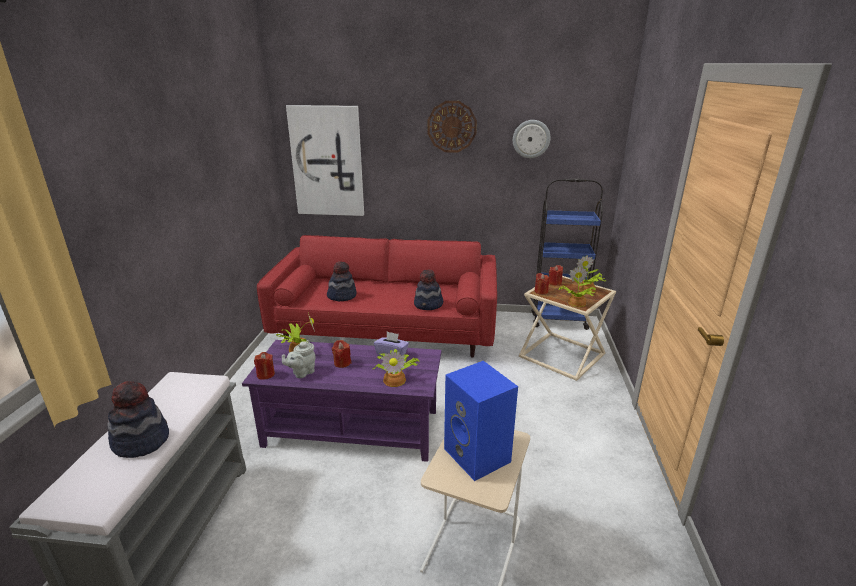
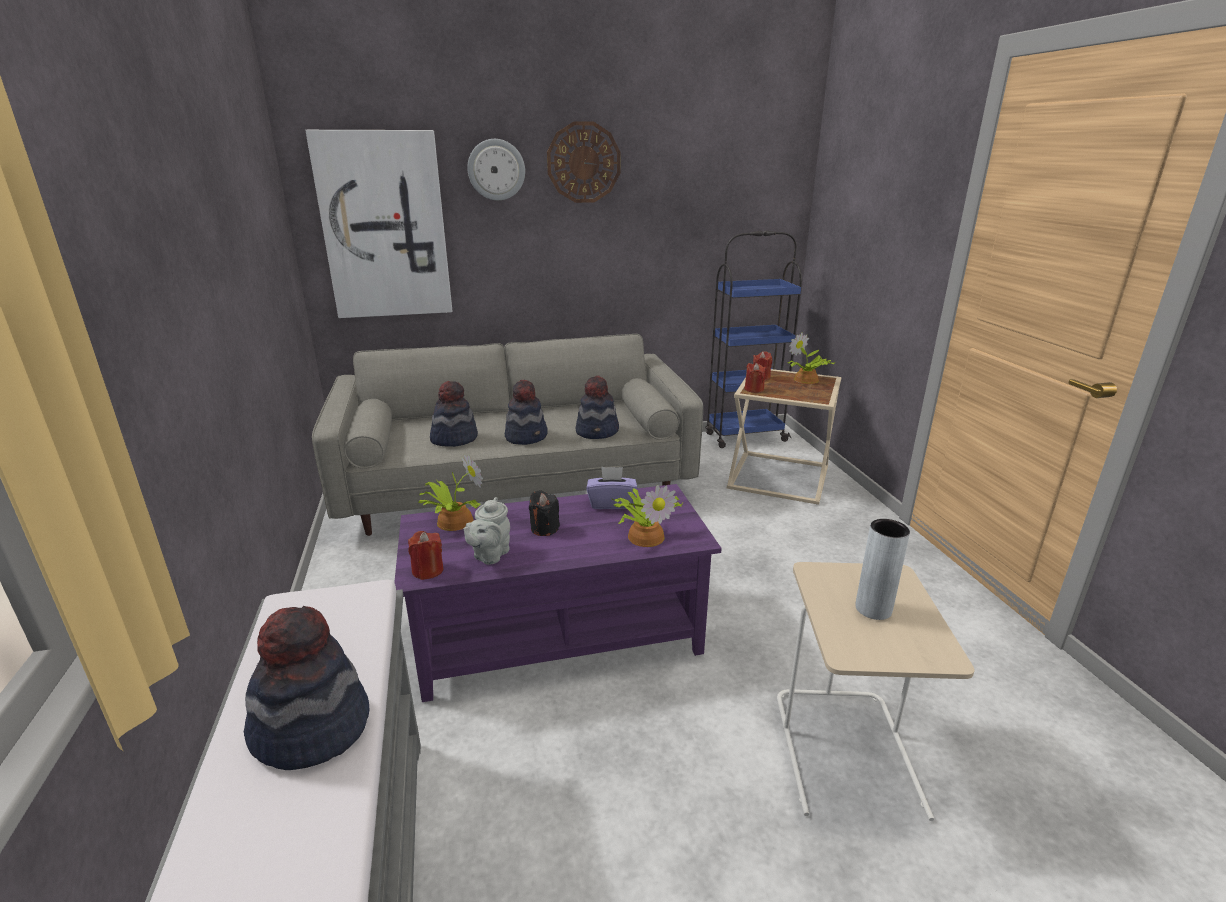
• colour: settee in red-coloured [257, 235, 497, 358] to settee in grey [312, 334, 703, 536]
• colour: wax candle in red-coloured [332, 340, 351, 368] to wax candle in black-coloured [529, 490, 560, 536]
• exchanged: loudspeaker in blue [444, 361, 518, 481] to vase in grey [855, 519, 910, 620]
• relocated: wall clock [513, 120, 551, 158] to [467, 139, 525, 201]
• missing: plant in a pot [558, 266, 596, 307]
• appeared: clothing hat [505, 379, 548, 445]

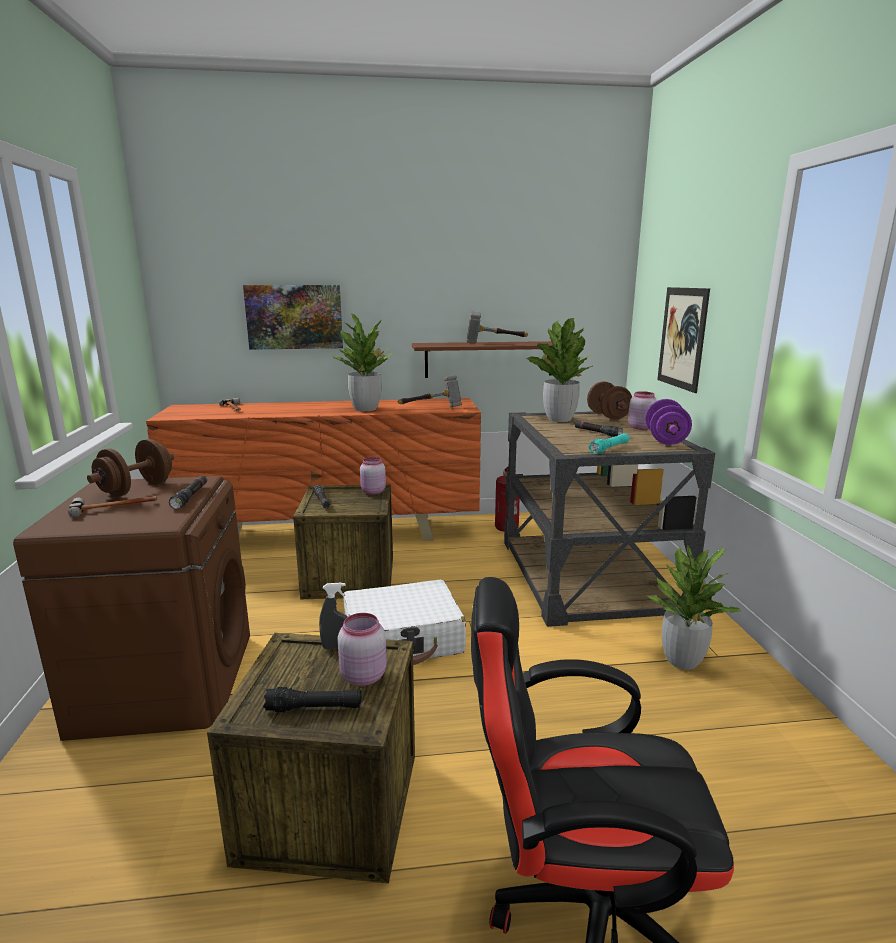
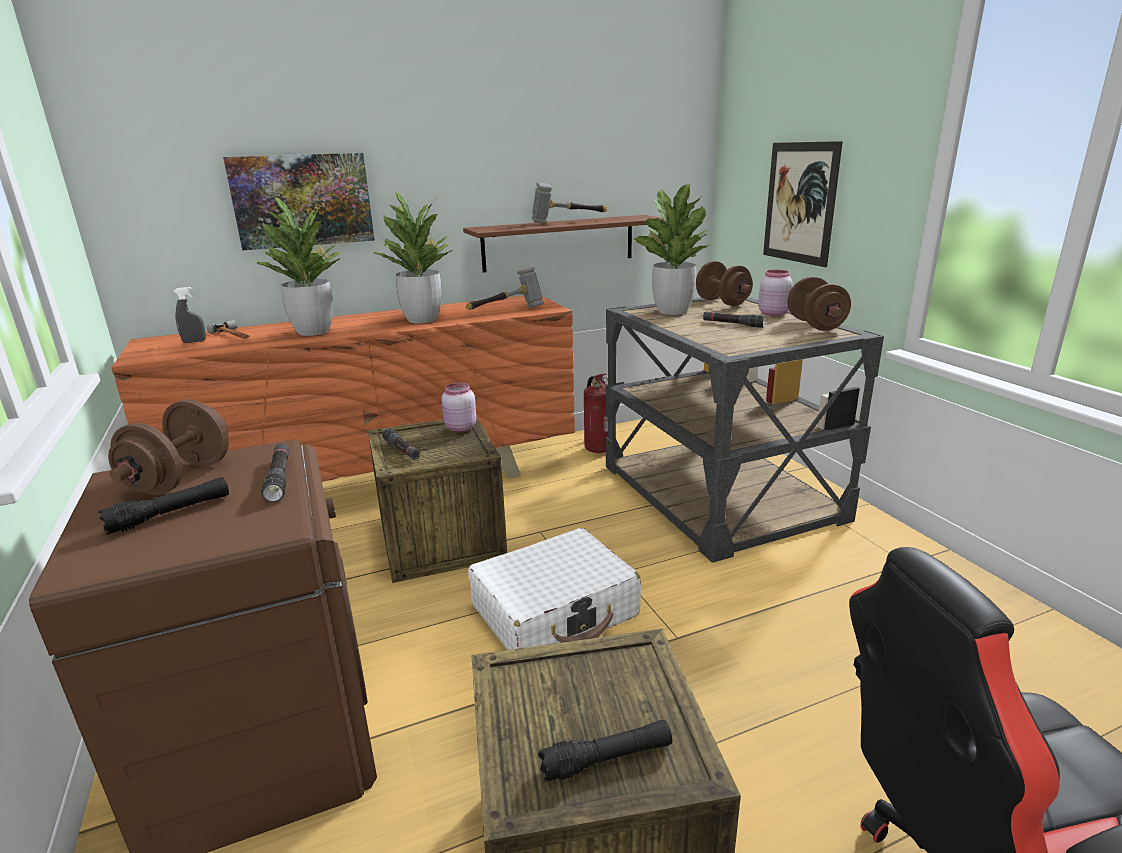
• exchanged: tool hammer [68, 496, 157, 518] to hand torch in black-coloured [98, 477, 229, 535]
• relocated: hand sprayer in grey [319, 582, 348, 649] to [173, 287, 206, 343]
• missing: storage jar in pinkish [338, 613, 387, 686]
• missing: hand torch in blue-green [588, 433, 629, 453]
• colour: dumbbell in purple [645, 399, 692, 445] to dumbbell in brownish [788, 277, 851, 331]
• relocated: plant in a pot [646, 546, 741, 670] to [254, 198, 340, 336]

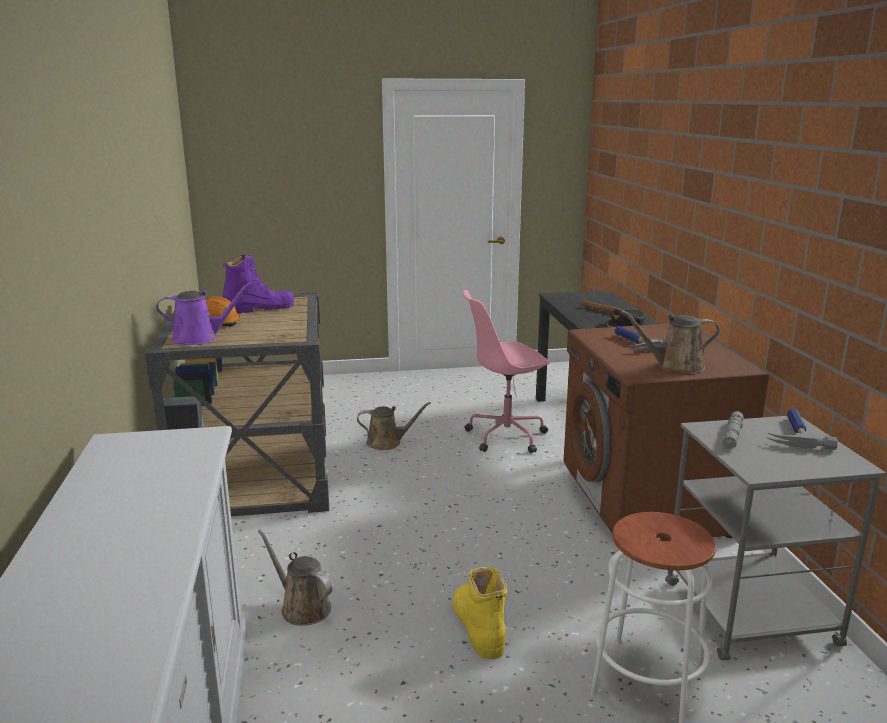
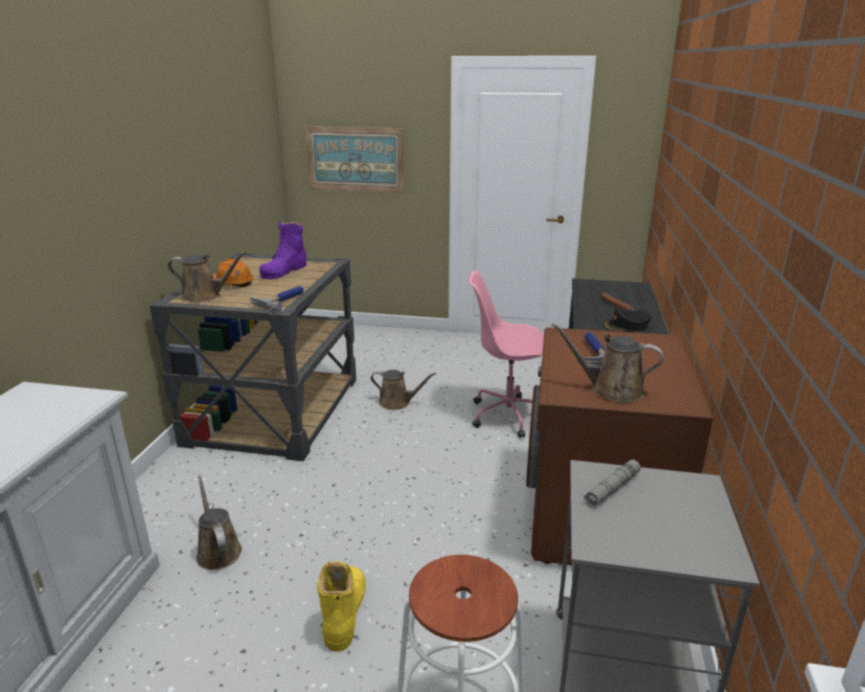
• colour: watering can in purple [156, 282, 252, 345] to watering can in brownish [168, 252, 246, 302]
• spun: high-top boot in purple [222, 255, 294, 314] = [259, 221, 307, 279] 120 degrees clockwise
• relocated: tool hammer [767, 409, 838, 450] to [250, 286, 304, 312]
• appeared: picture [305, 126, 405, 193]

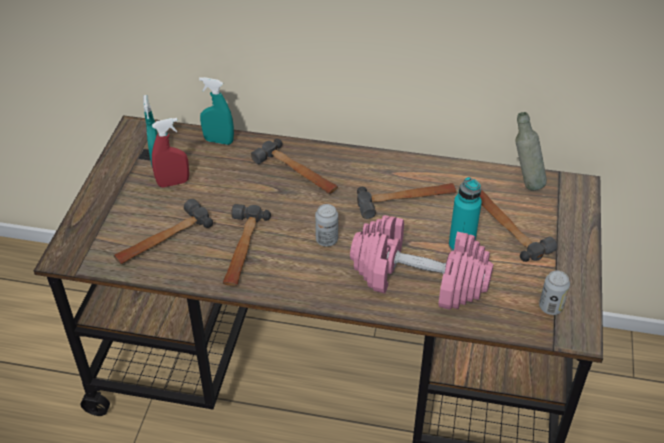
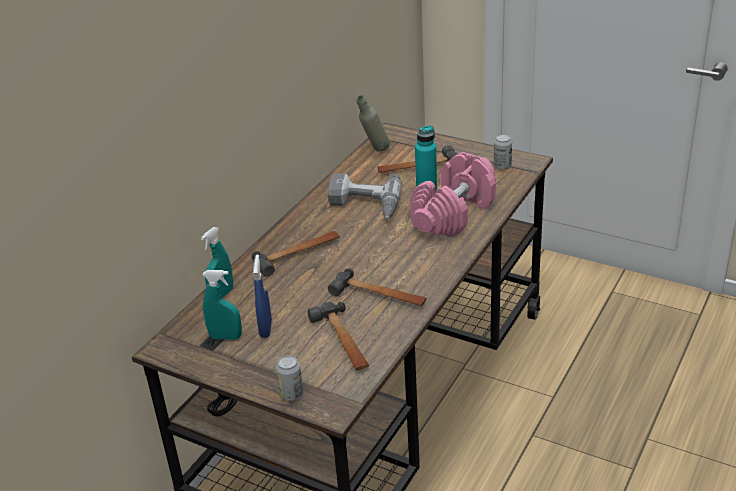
• colour: hand sprayer in red-coloured [152, 118, 189, 188] to hand sprayer in blue [253, 255, 272, 338]
• relocated: sealed can [315, 204, 338, 246] to [276, 355, 303, 401]
• exchanged: tool hammer [357, 183, 456, 219] to drill [328, 174, 402, 219]

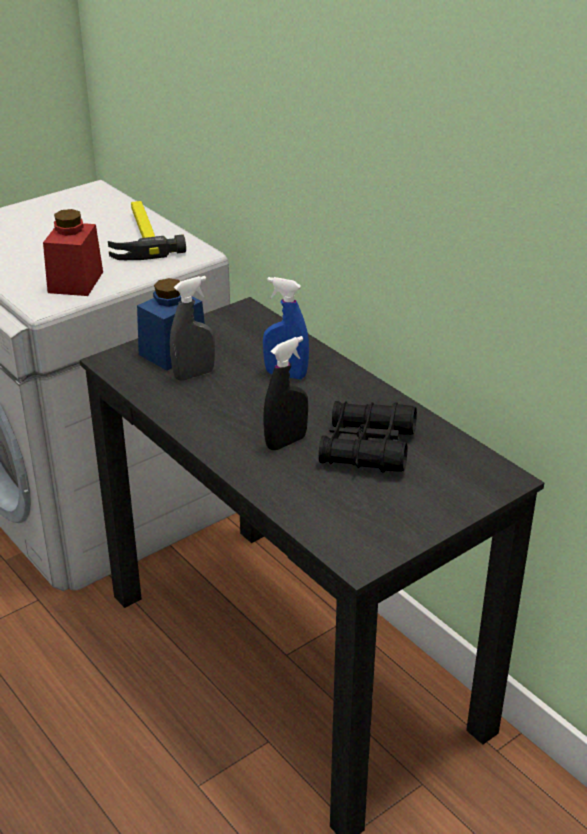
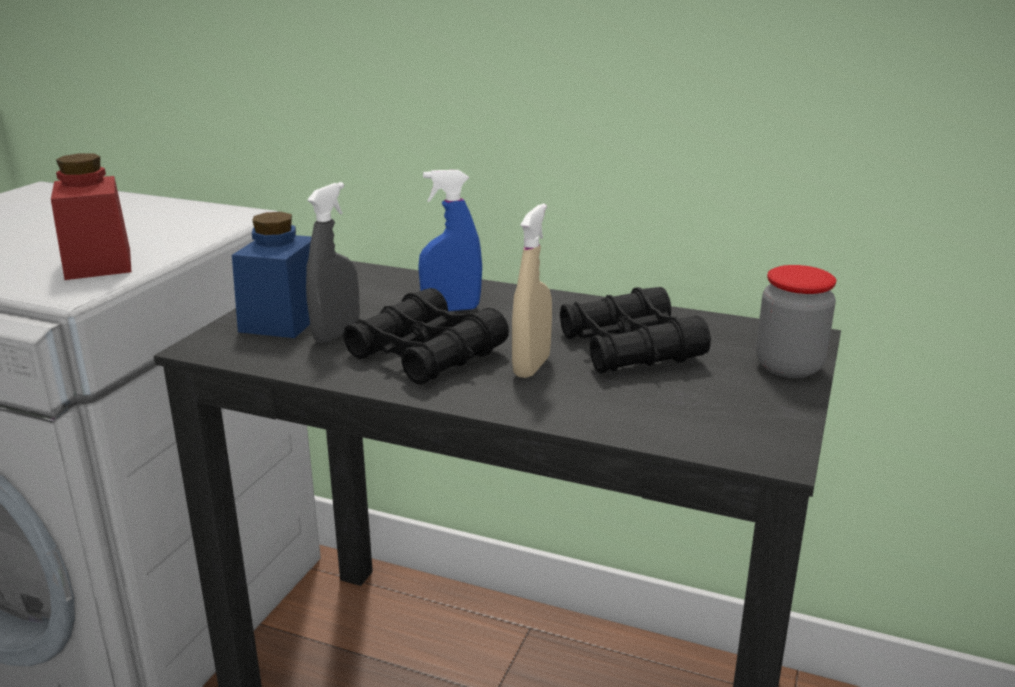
• missing: tool hammer [108, 201, 186, 260]
• colour: hand sprayer in black-coloured [263, 336, 308, 450] to hand sprayer in beige-coloured [512, 204, 552, 378]
• appeared: binoculars in black-coloured [343, 288, 509, 384]
• appeared: storage jar [756, 265, 836, 378]

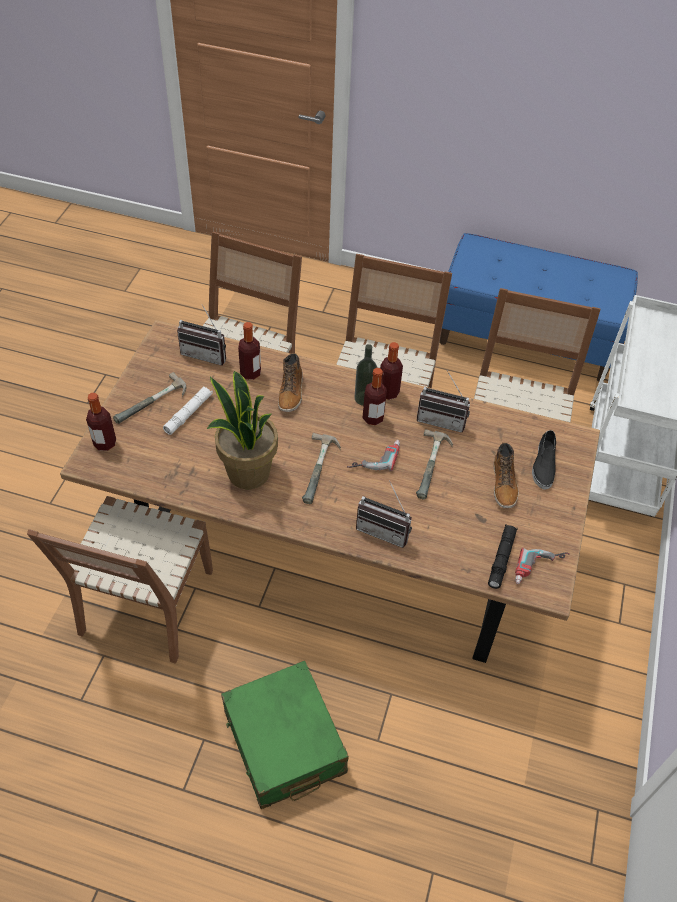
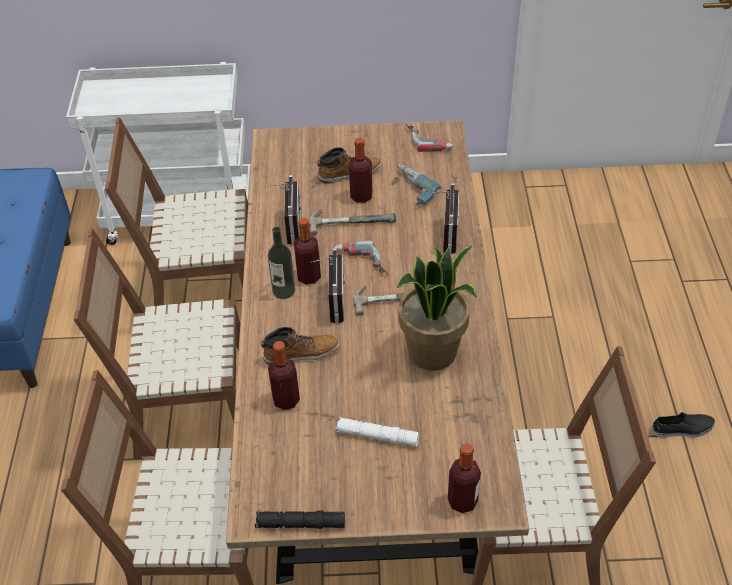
• missing: tool hammer [113, 372, 186, 424]
• relocated: radio [177, 304, 226, 365] to [311, 248, 345, 323]
• missing: suitcase in green [221, 661, 349, 809]
• relocated: beverage bottle [380, 342, 403, 400] to [349, 138, 373, 203]
• relocated: hand torch in black-coloured [488, 524, 517, 589] to [255, 511, 345, 529]
• relocated: shoe in black-coloured [532, 430, 556, 490] to [651, 412, 715, 437]
• appeared: drill [398, 164, 441, 205]

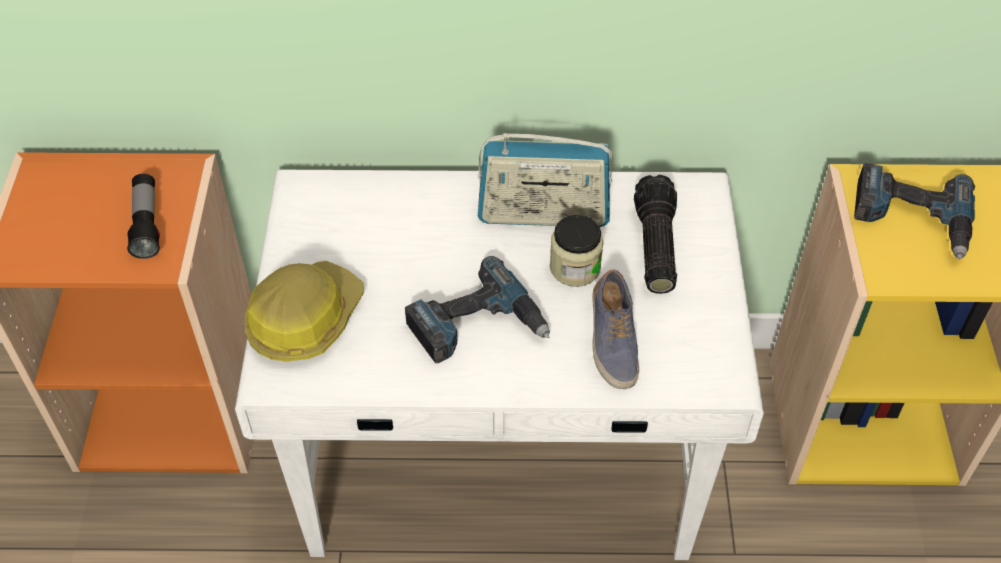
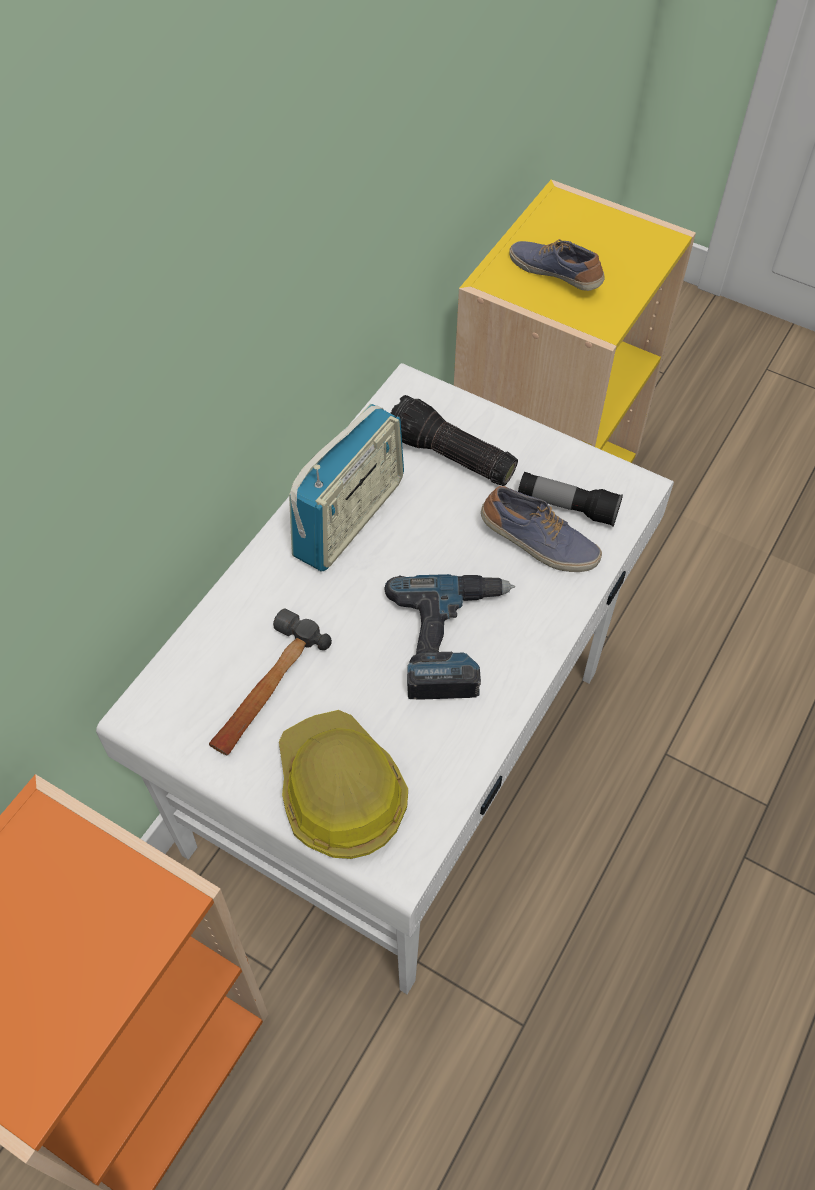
• relocated: hand torch [127, 174, 160, 259] to [518, 472, 623, 526]
• missing: storage jar [550, 215, 604, 287]
• exchanged: drill [854, 163, 975, 260] to shoe [509, 239, 604, 291]
• appeared: tool hammer [209, 608, 332, 755]

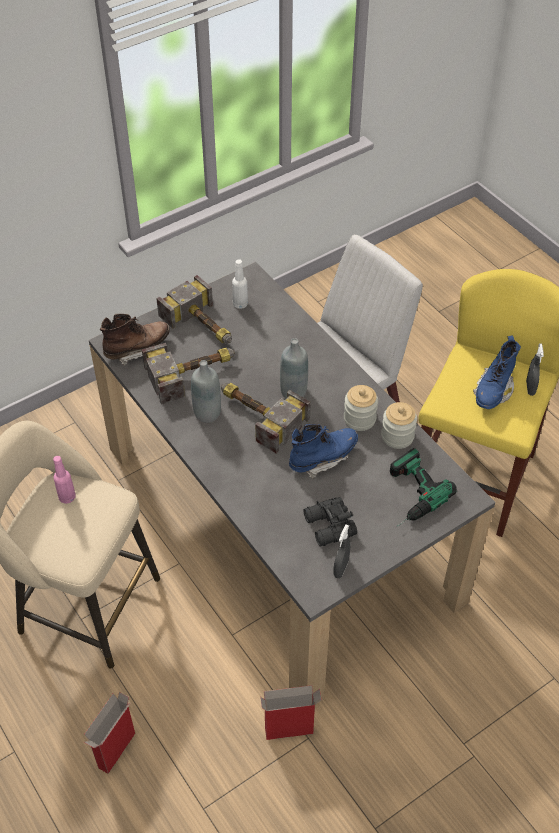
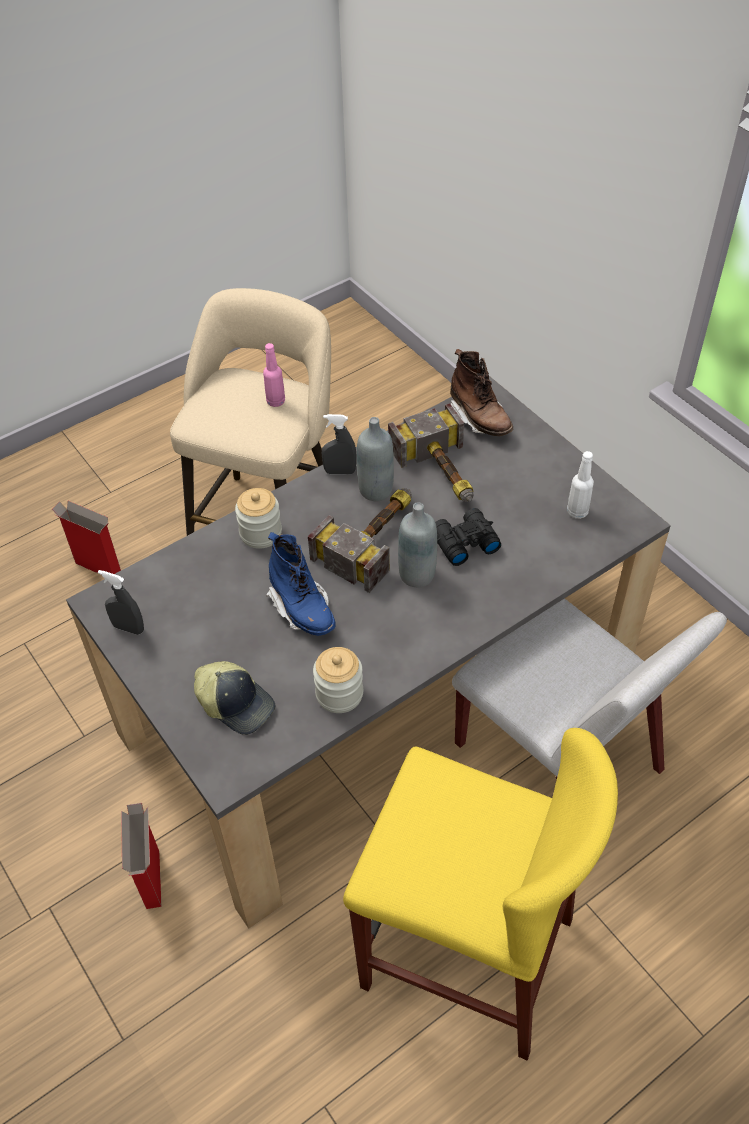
• missing: tool hammer [156, 275, 232, 344]
• relocated: carton [260, 685, 322, 740] to [121, 803, 162, 909]
• relocated: binoculars in black-coloured [303, 497, 357, 547] to [435, 508, 501, 566]
• relocated: storage jar [344, 385, 378, 431] to [235, 488, 282, 549]
• exchanged: drill [390, 448, 457, 527] to cap [194, 661, 276, 735]
• missing: high-top boot in blue [473, 335, 521, 409]
• relocated: hand sprayer in grey [526, 344, 544, 396] to [322, 414, 356, 474]

